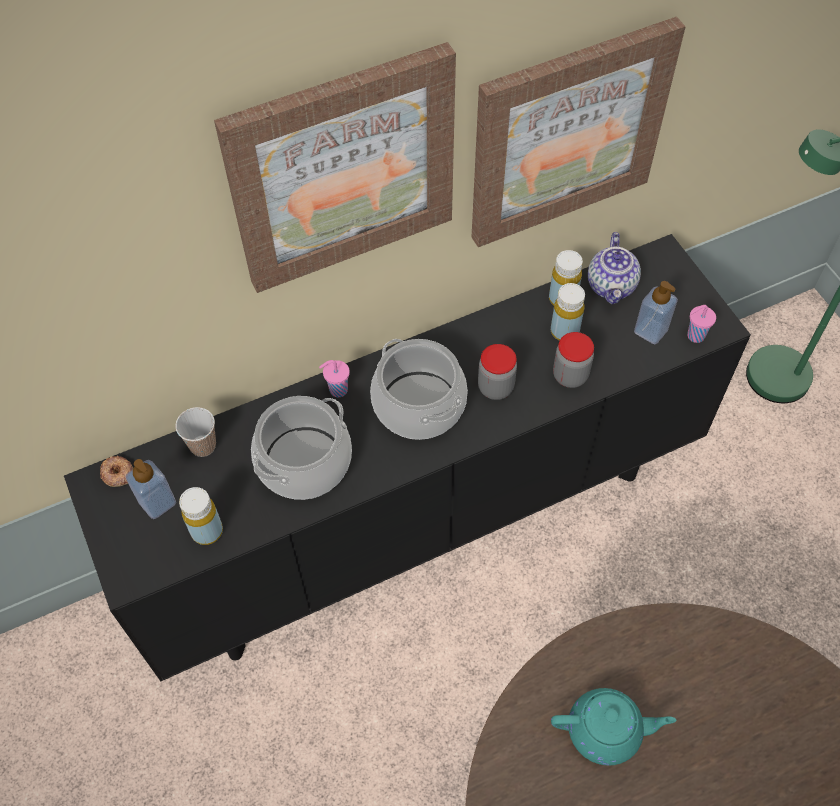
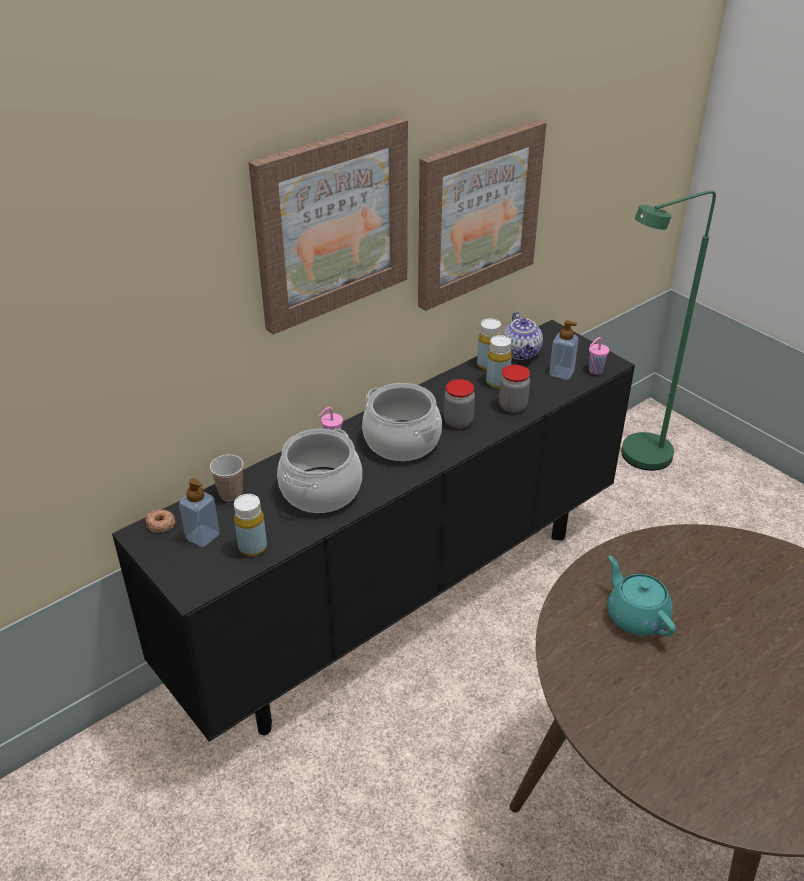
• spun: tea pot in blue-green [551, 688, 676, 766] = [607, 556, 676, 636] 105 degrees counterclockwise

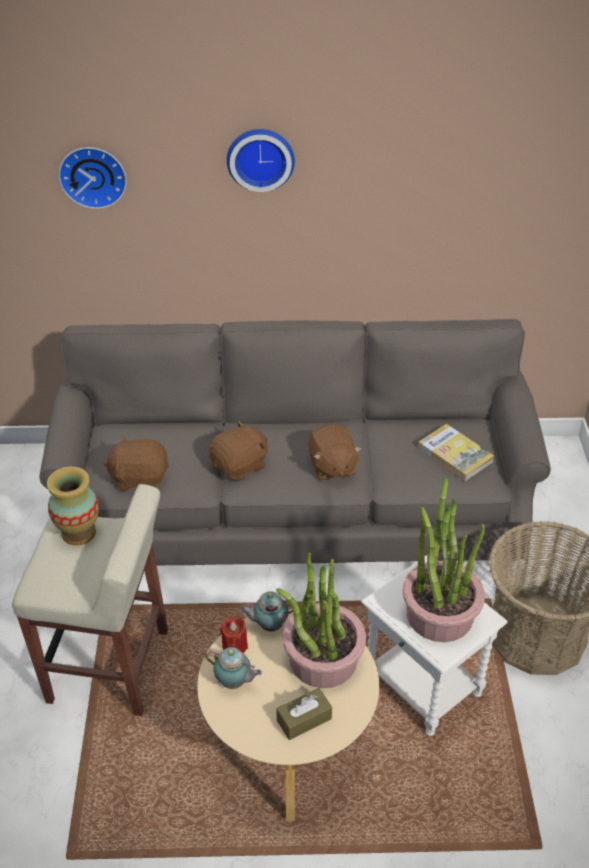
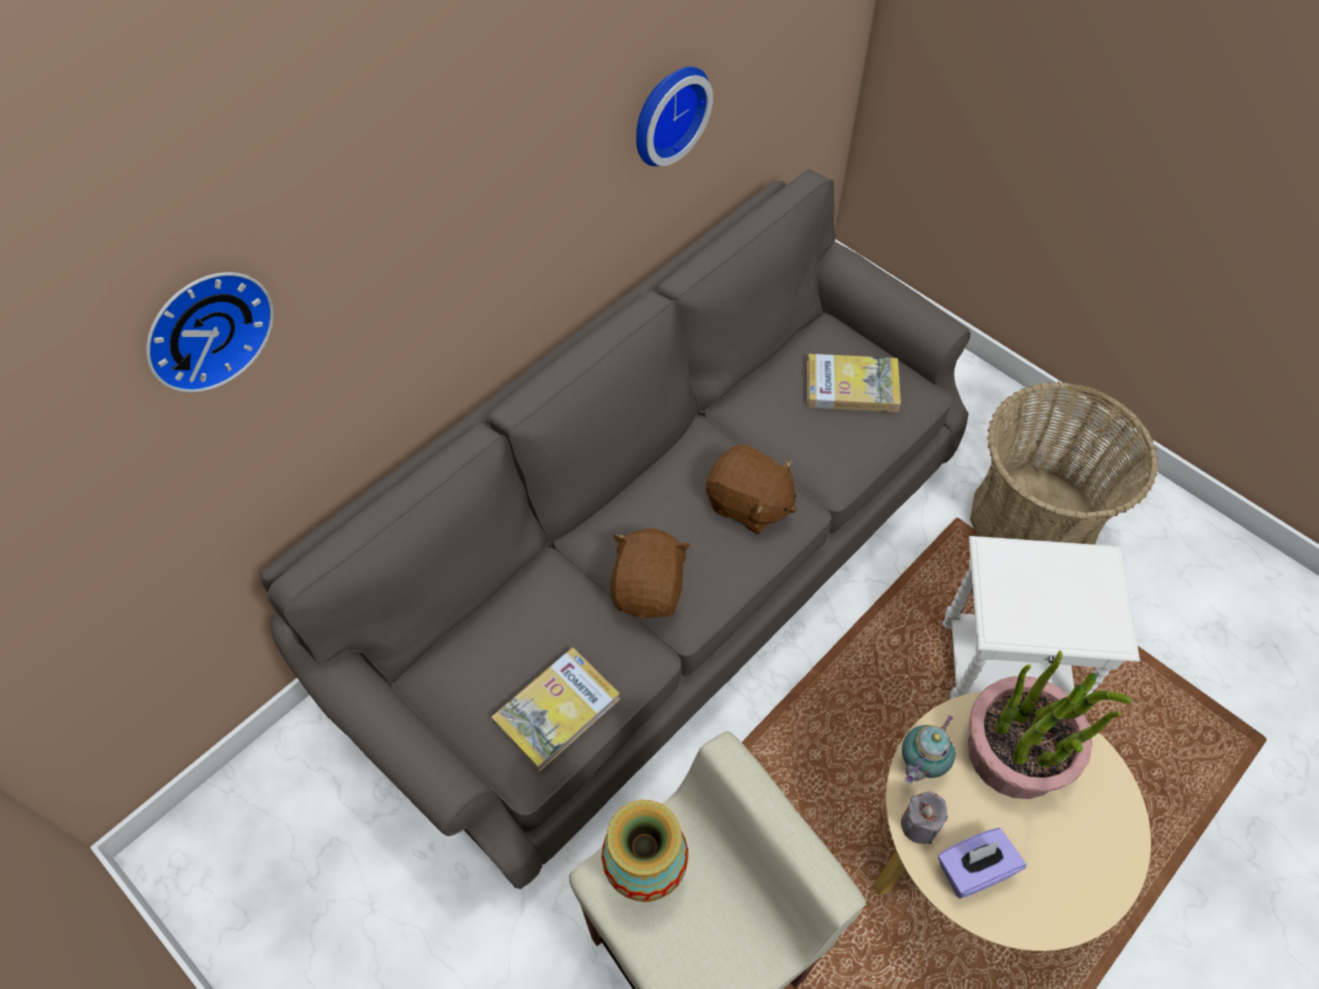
• exchanged: plush toy in brownish [104, 436, 169, 491] to book [492, 648, 620, 772]
• exchanged: tea pot [205, 647, 262, 689] to box of tissues in purple [938, 828, 1026, 899]
• colour: wax candle in red-coloured [220, 617, 248, 653] to wax candle in grey [901, 792, 948, 844]
• relocated: wall clock [227, 129, 295, 192] to [636, 67, 713, 166]
• missing: box of tissues in brownish [276, 688, 332, 740]
• missing: plant in a pot [403, 478, 485, 642]

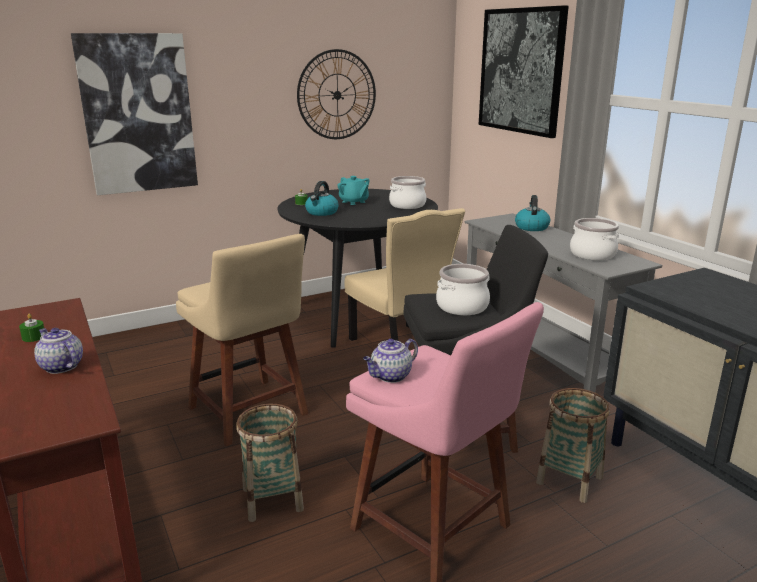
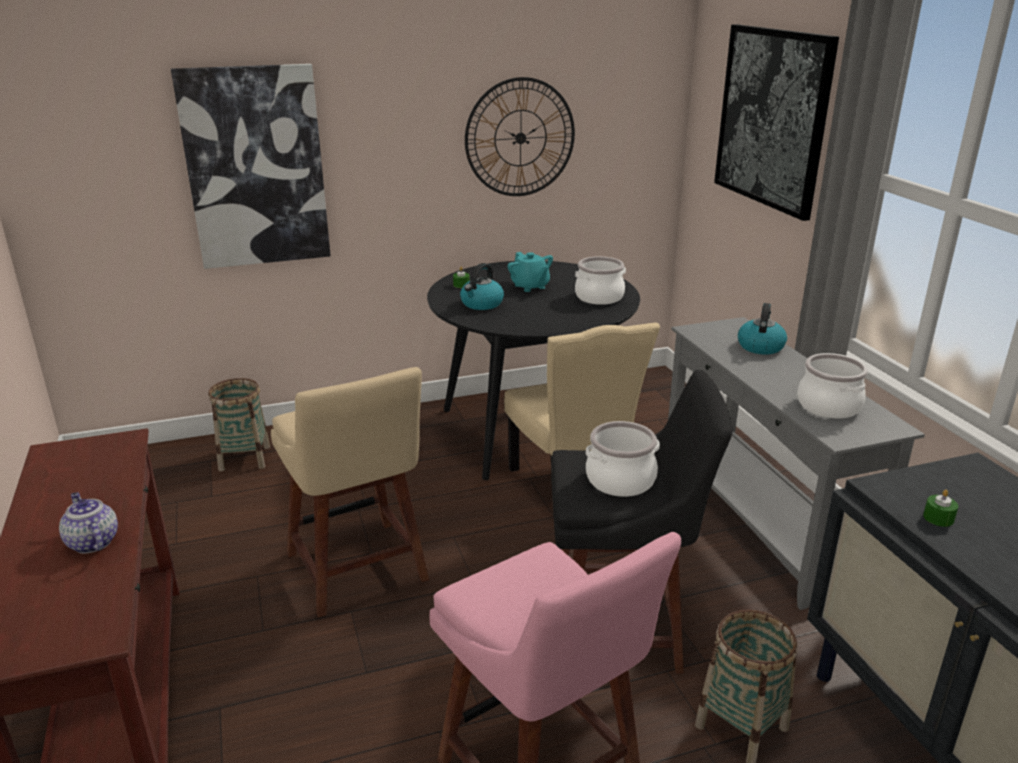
• relocated: wax candle in green [19, 314, 44, 342] to [923, 490, 958, 527]
• relocated: household basket [236, 404, 304, 522] to [208, 378, 270, 472]
• missing: tea pot [363, 339, 418, 383]

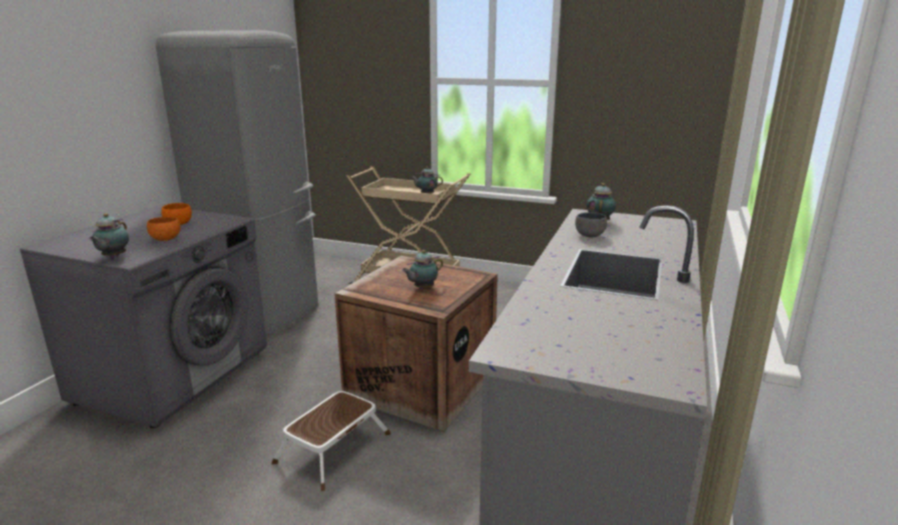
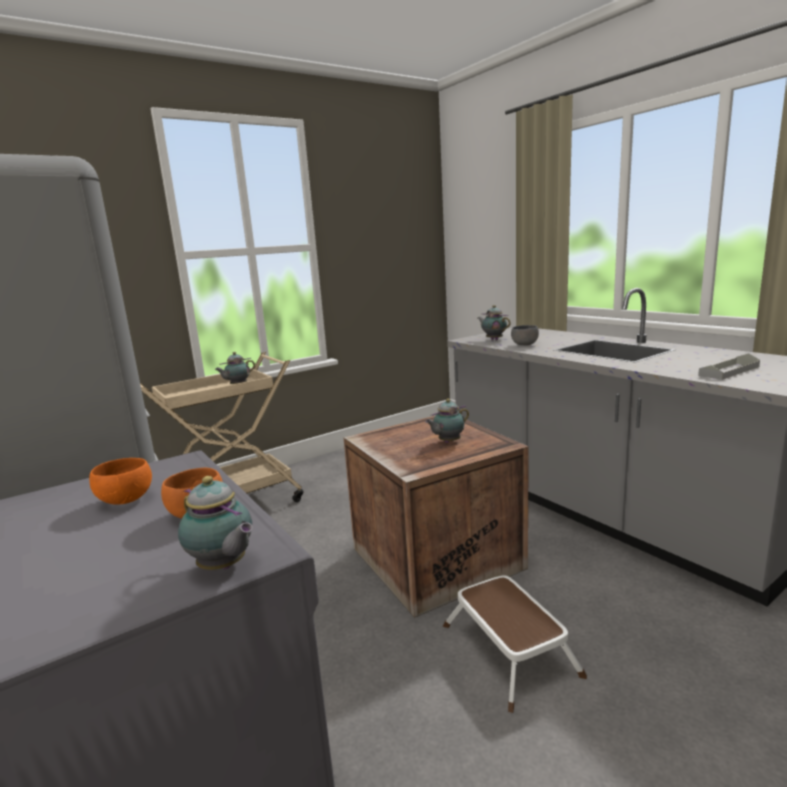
• spun: tea pot [402, 250, 443, 289] = [425, 399, 469, 443] 60 degrees clockwise
• appeared: tray in grey [698, 353, 760, 380]

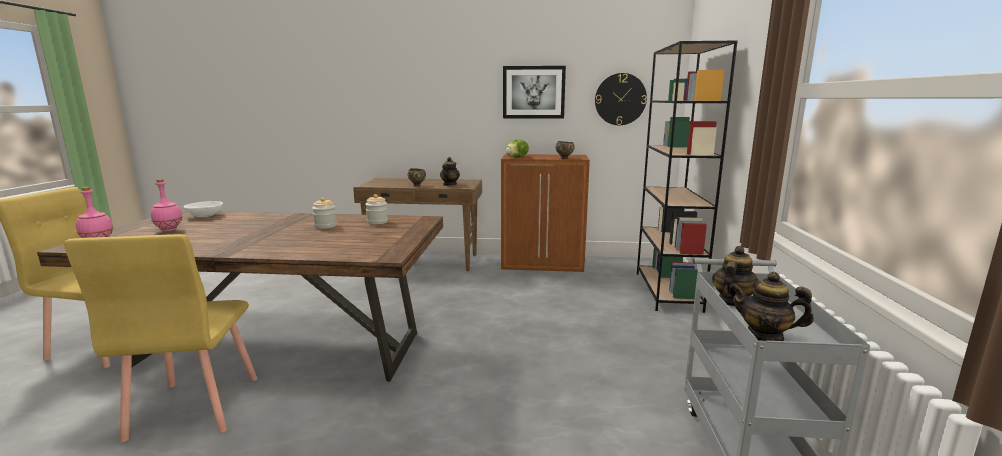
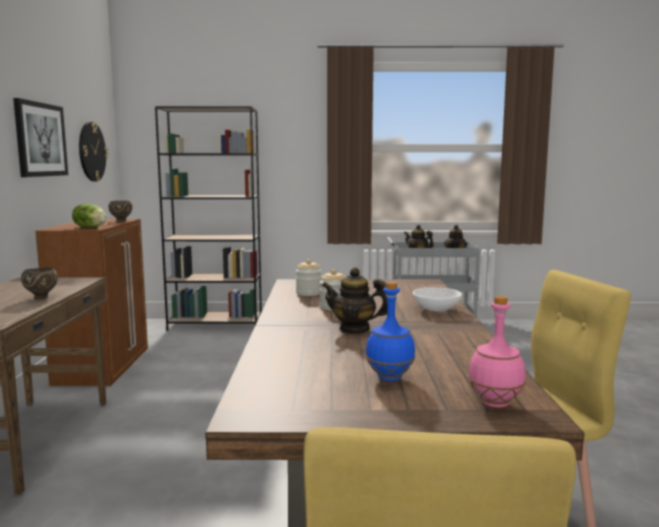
• colour: beverage bottle in pinkish [151, 179, 182, 231] to beverage bottle in blue [365, 282, 415, 381]
• relocated: deep dish in white [184, 201, 223, 217] to [412, 287, 462, 311]
• relocated: tea pot [440, 157, 460, 186] to [322, 267, 387, 334]

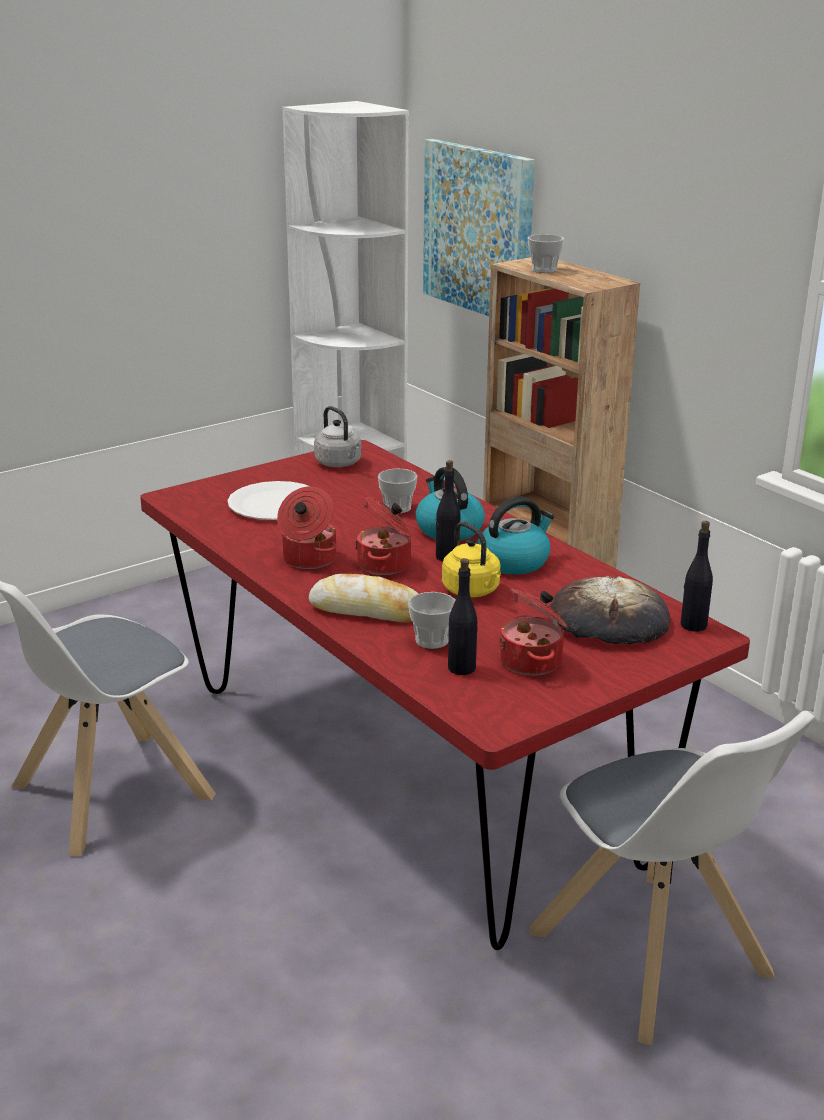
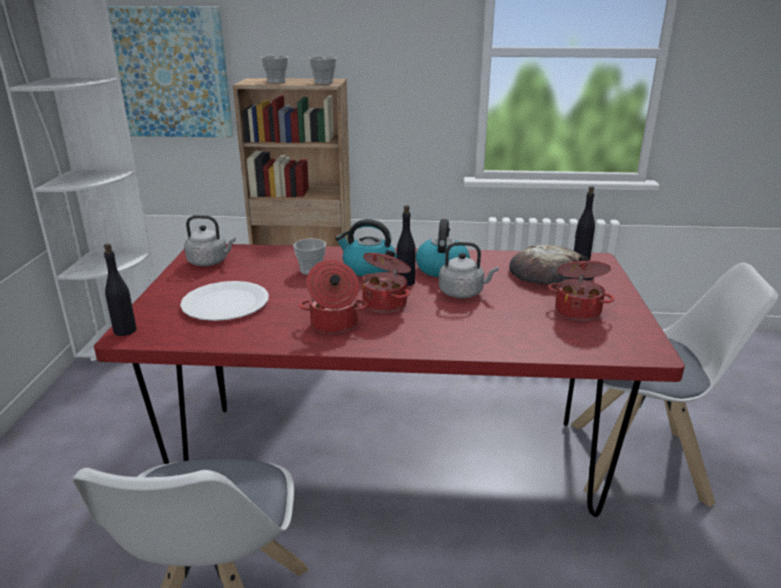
• missing: bread [309, 574, 419, 623]
• relocated: small cup [408, 592, 455, 649] to [309, 56, 336, 84]
• colour: tea kettle in yellow-coloured [442, 522, 501, 597] to tea kettle in grey [439, 242, 498, 298]
• relocated: beverage bottle in black-coloured [448, 558, 478, 675] to [104, 243, 137, 336]

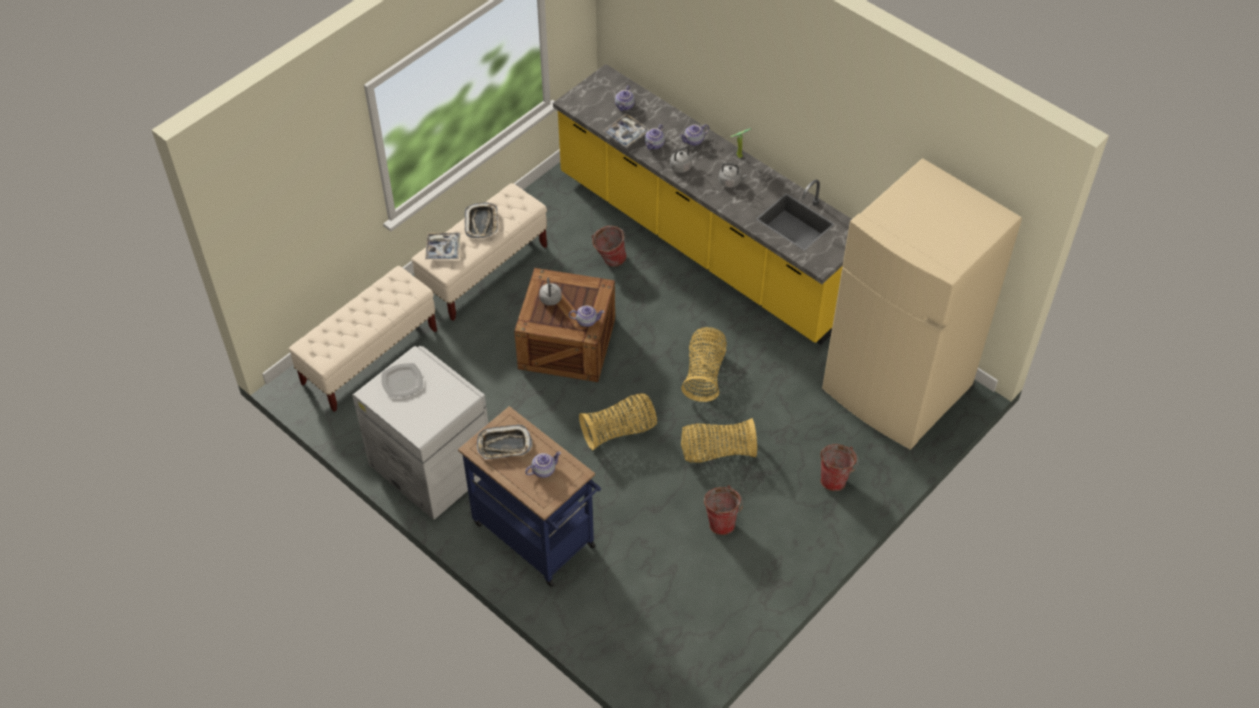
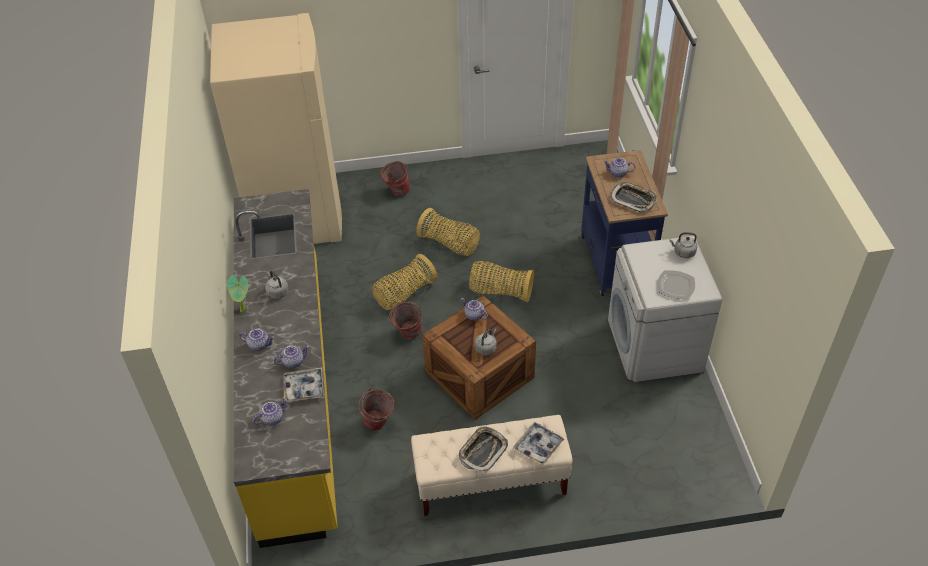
• missing: long seat in beige-coloured [289, 266, 437, 412]
• relocated: tea kettle in grey [670, 147, 697, 173] to [669, 232, 698, 258]
• relocated: bucket [704, 485, 743, 535] to [389, 302, 422, 340]

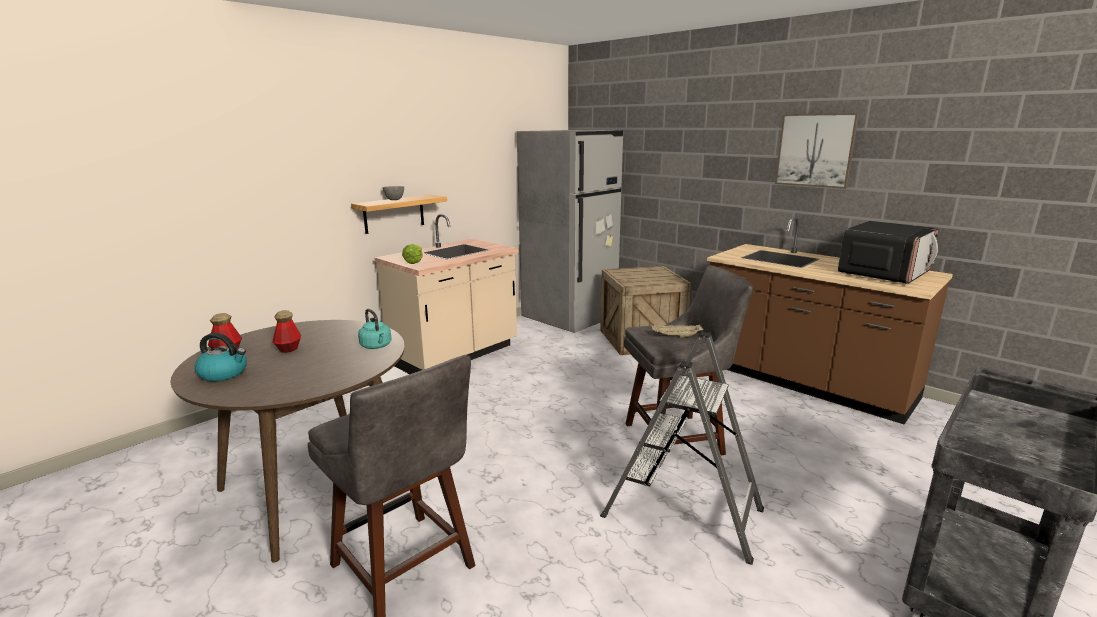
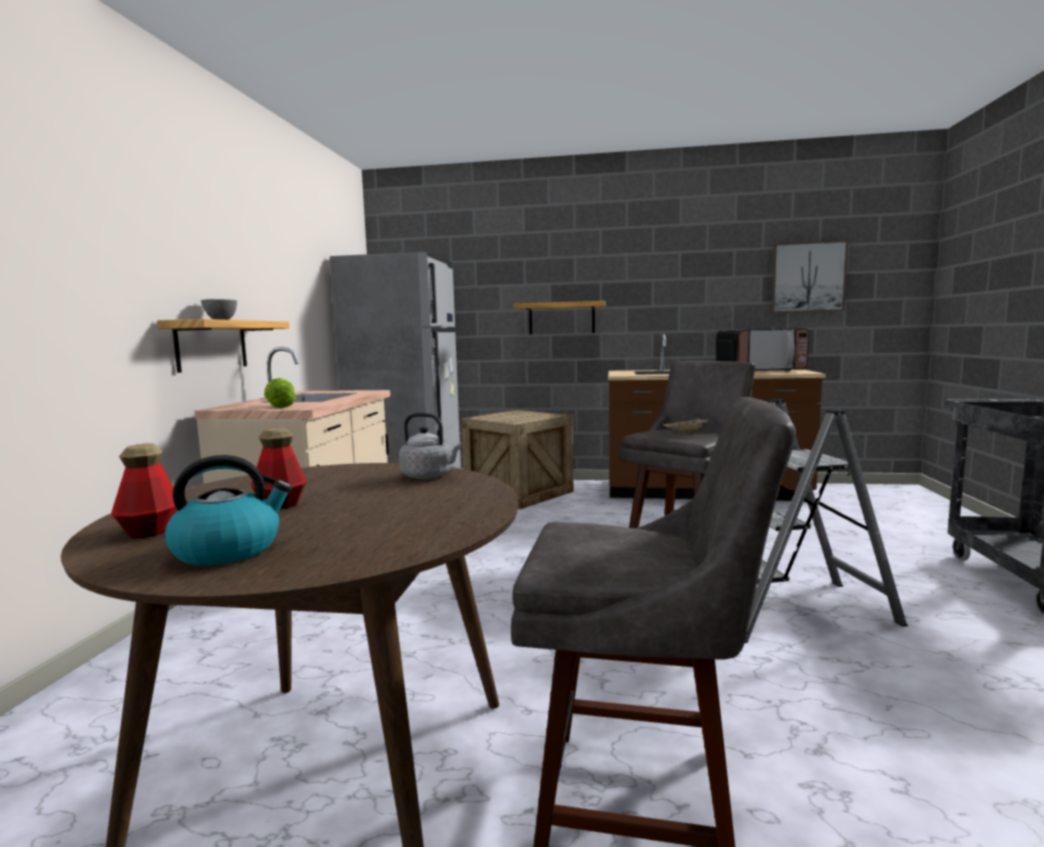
• colour: tea kettle in blue-green [358, 309, 391, 349] to tea kettle in grey [399, 413, 463, 479]
• relocated: picture [775, 113, 859, 189] to [771, 240, 848, 313]
• spun: microwave oven [838, 221, 939, 284] = [716, 328, 810, 371] 75 degrees clockwise
• appeared: bracket shelf [514, 301, 606, 335]

